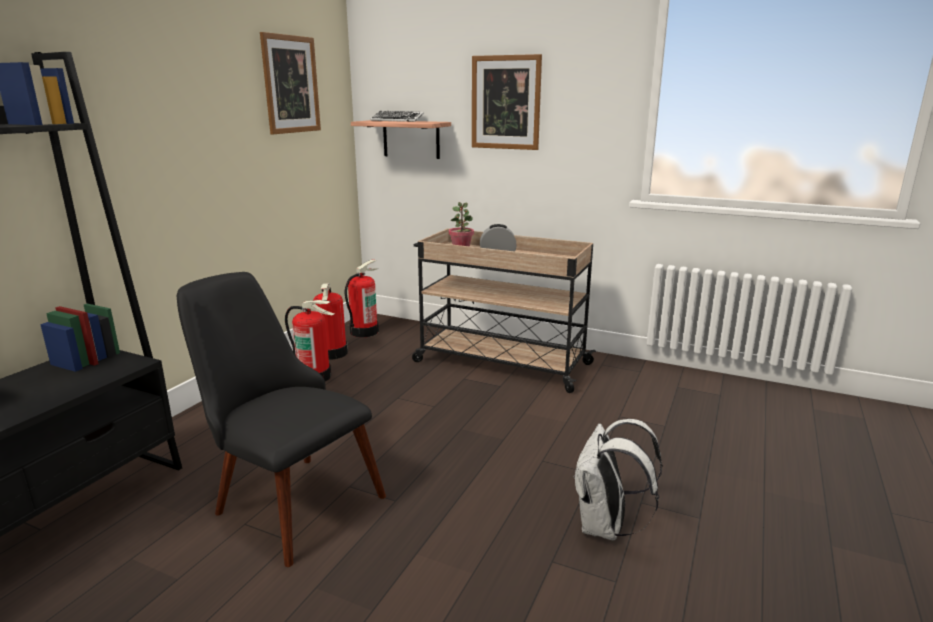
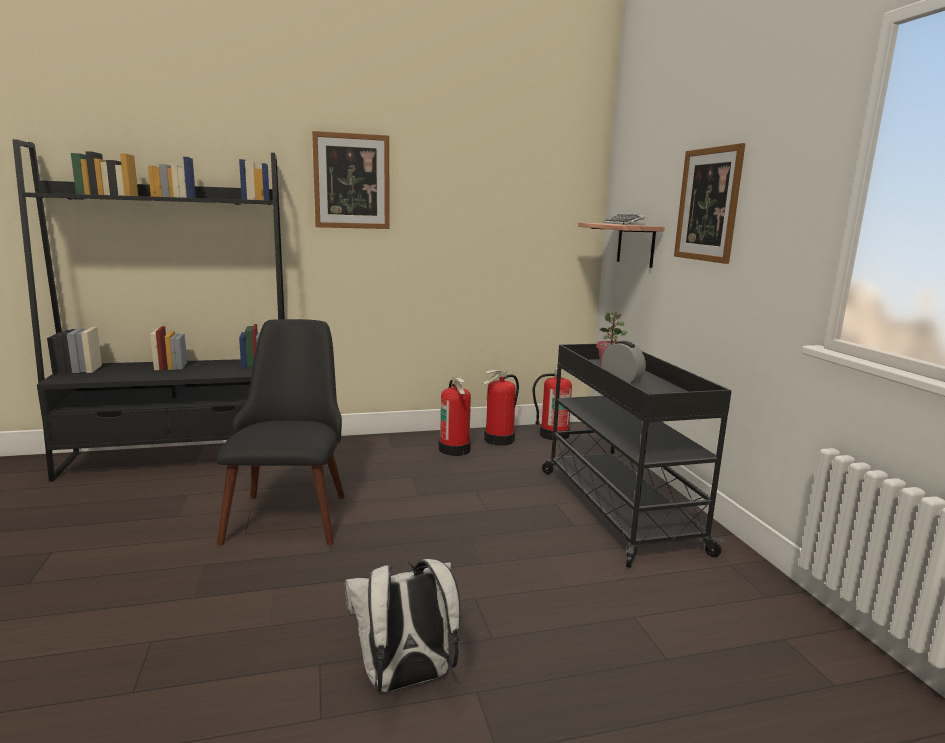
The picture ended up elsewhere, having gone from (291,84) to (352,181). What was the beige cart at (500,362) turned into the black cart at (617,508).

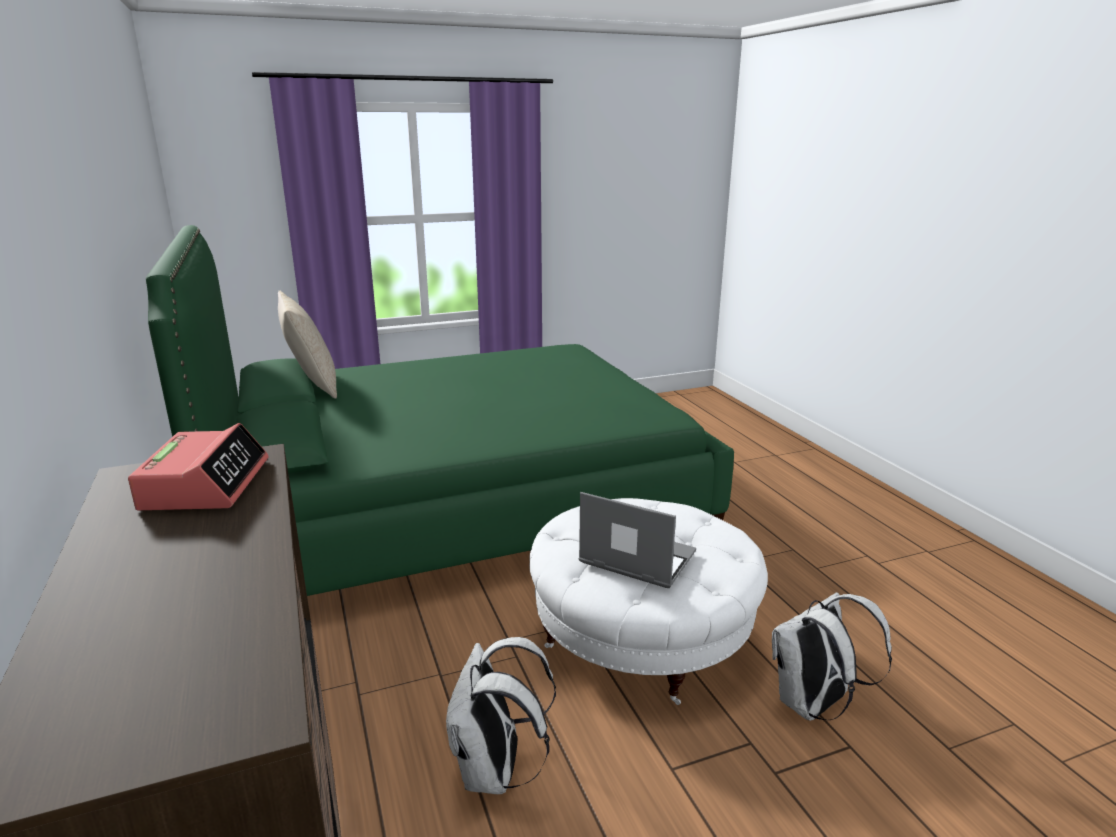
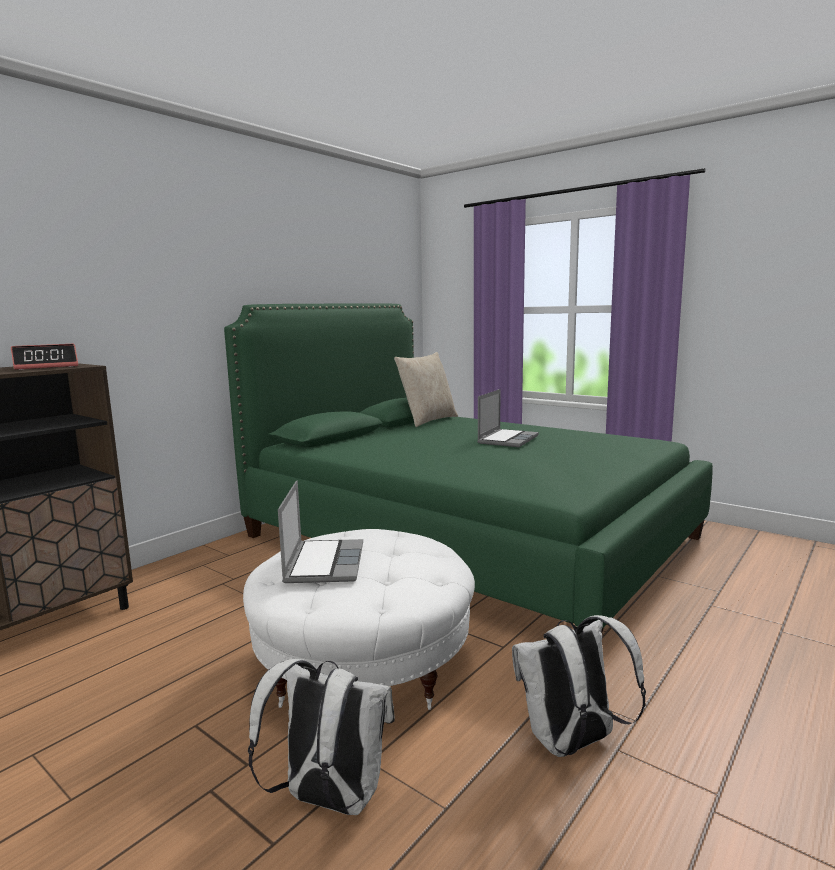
The second view gained the laptop at (507,439). The white backpack ended up elsewhere, having gone from (495,772) to (571,744).

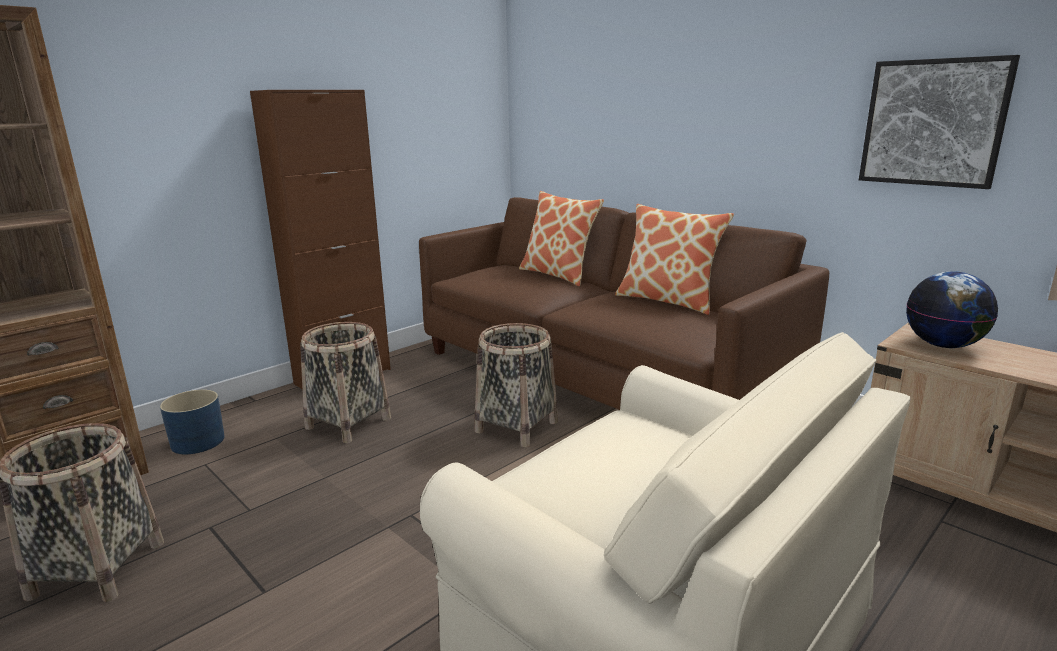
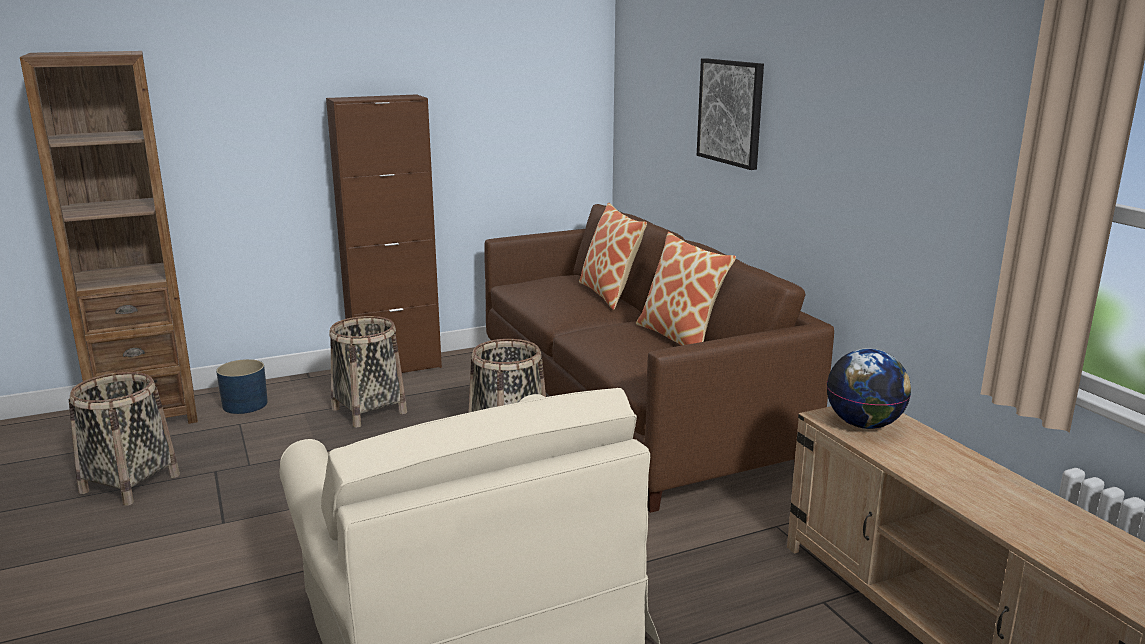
The picture ended up elsewhere, having gone from (933,123) to (731,112).

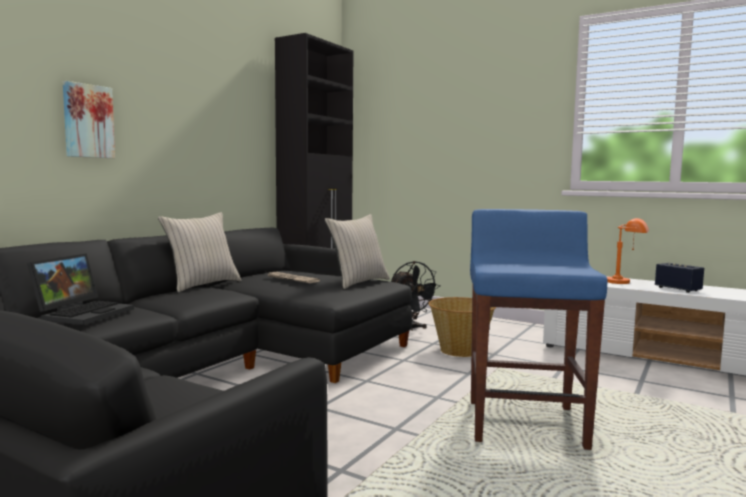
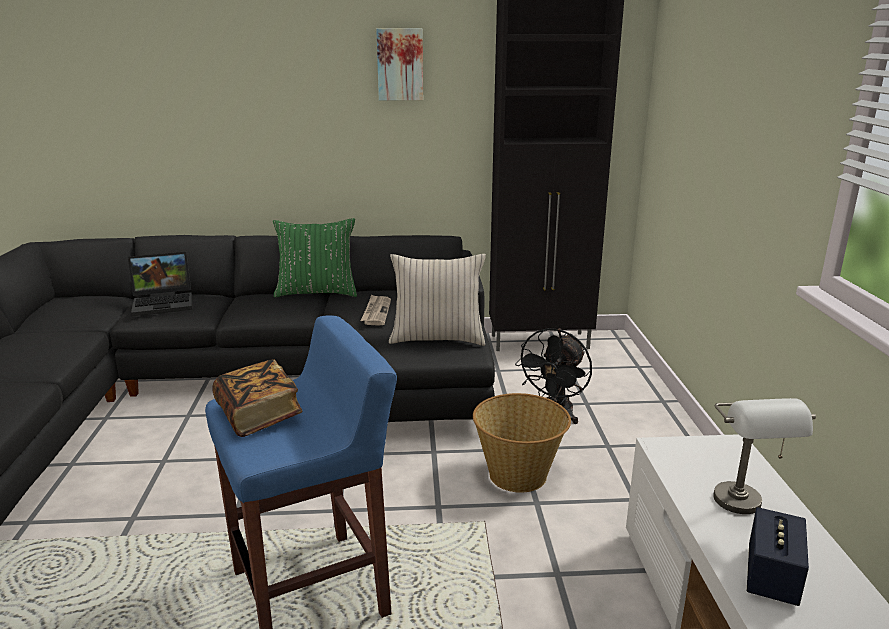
The second view gained the book at (259,415). The picture ended up elsewhere, having gone from (87,121) to (400,64). What was the beige pillow at (202,285) turned into the green pillow at (317,293). What was the orange table lamp at (626,282) turned into the grey table lamp at (746,510).

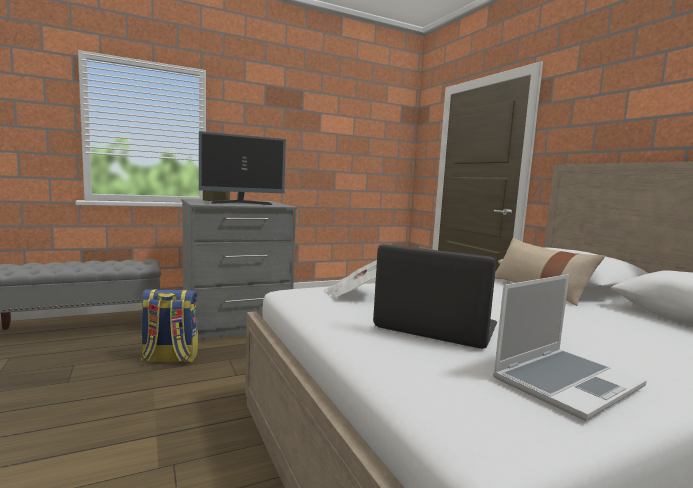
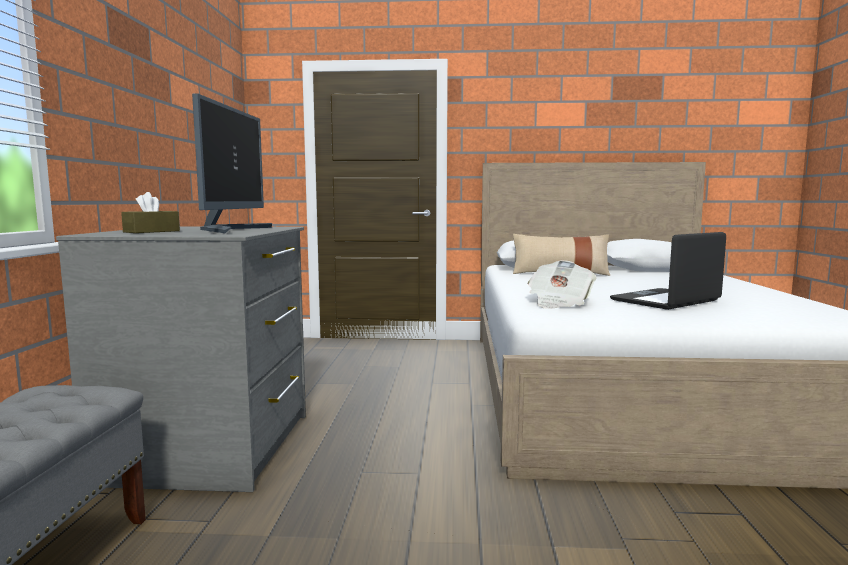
The second view lost the backpack at (169,359). The second view lost the laptop at (566,382).

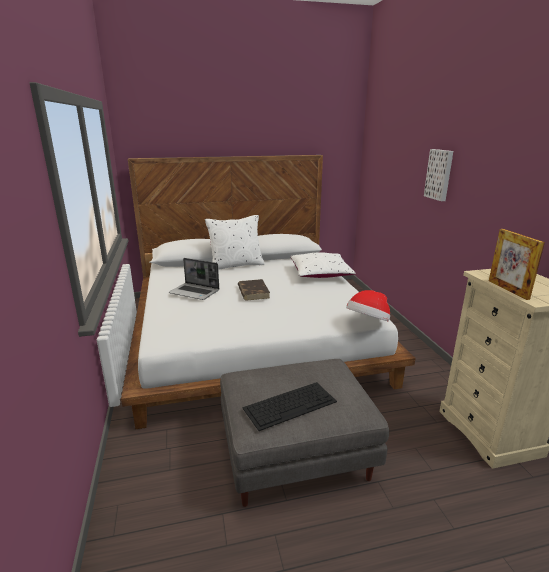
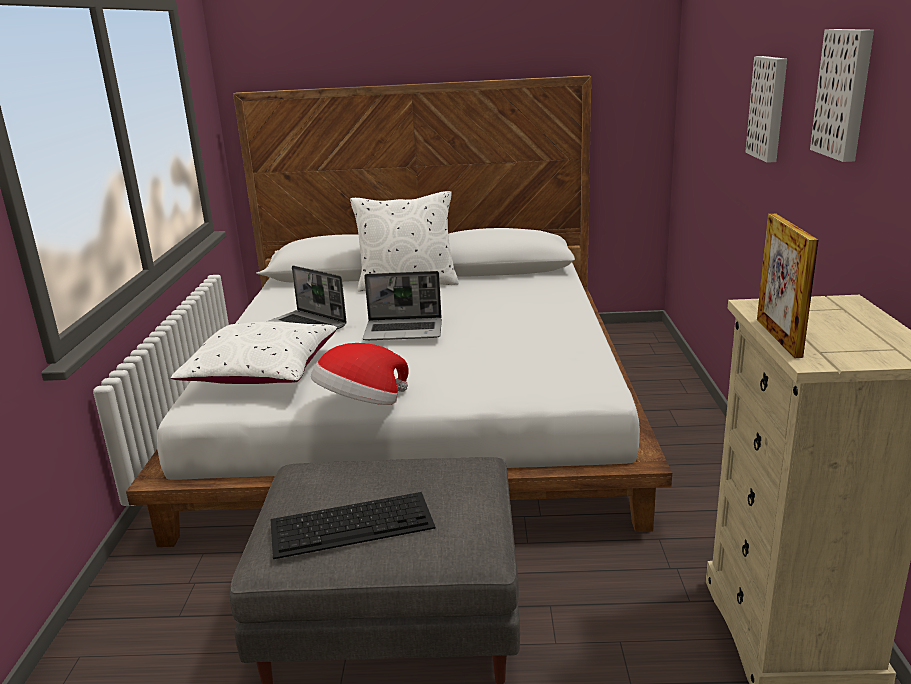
The second view gained the picture at (845,94). The white pillow ended up elsewhere, having gone from (320,274) to (262,372). The hat ended up elsewhere, having gone from (368,322) to (361,405). Where the brown book stood at (253,292), the laptop came to stand at (404,331).

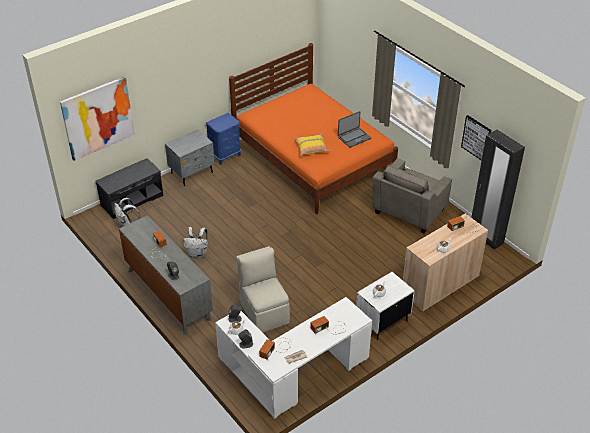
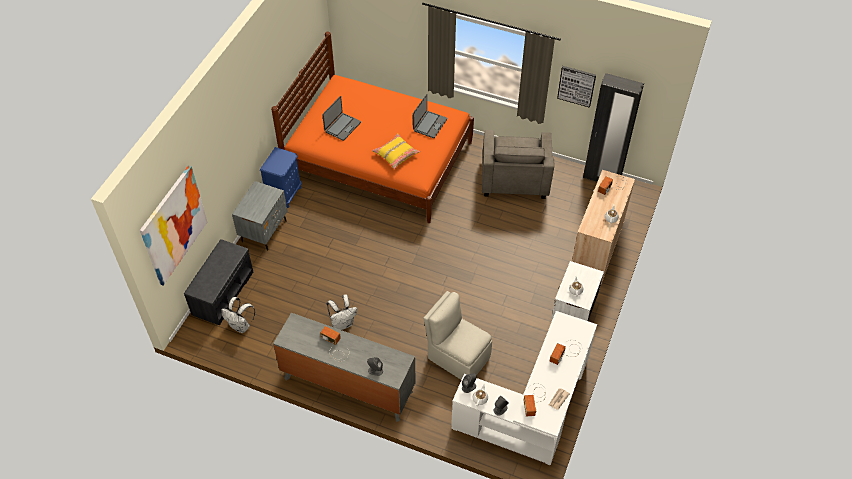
The second view gained the laptop at (342,127).

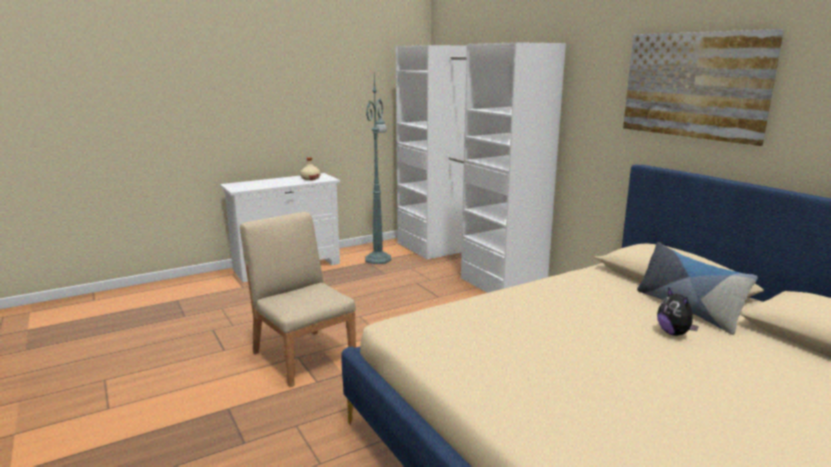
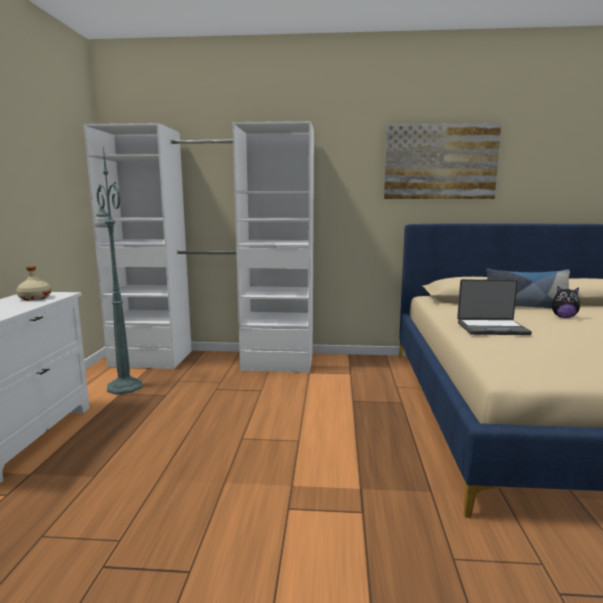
The second view lost the beige chair at (303,356). The second view gained the laptop at (492,328).

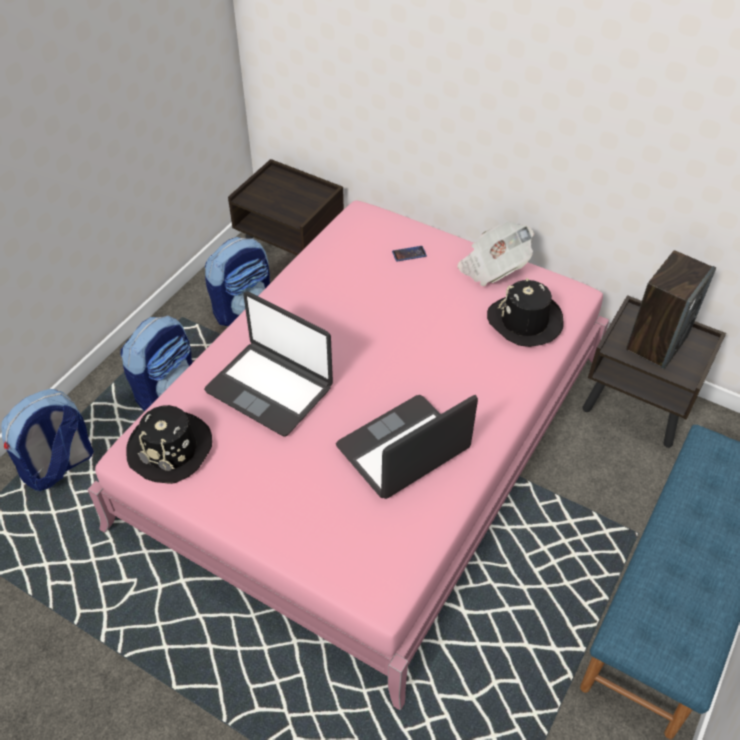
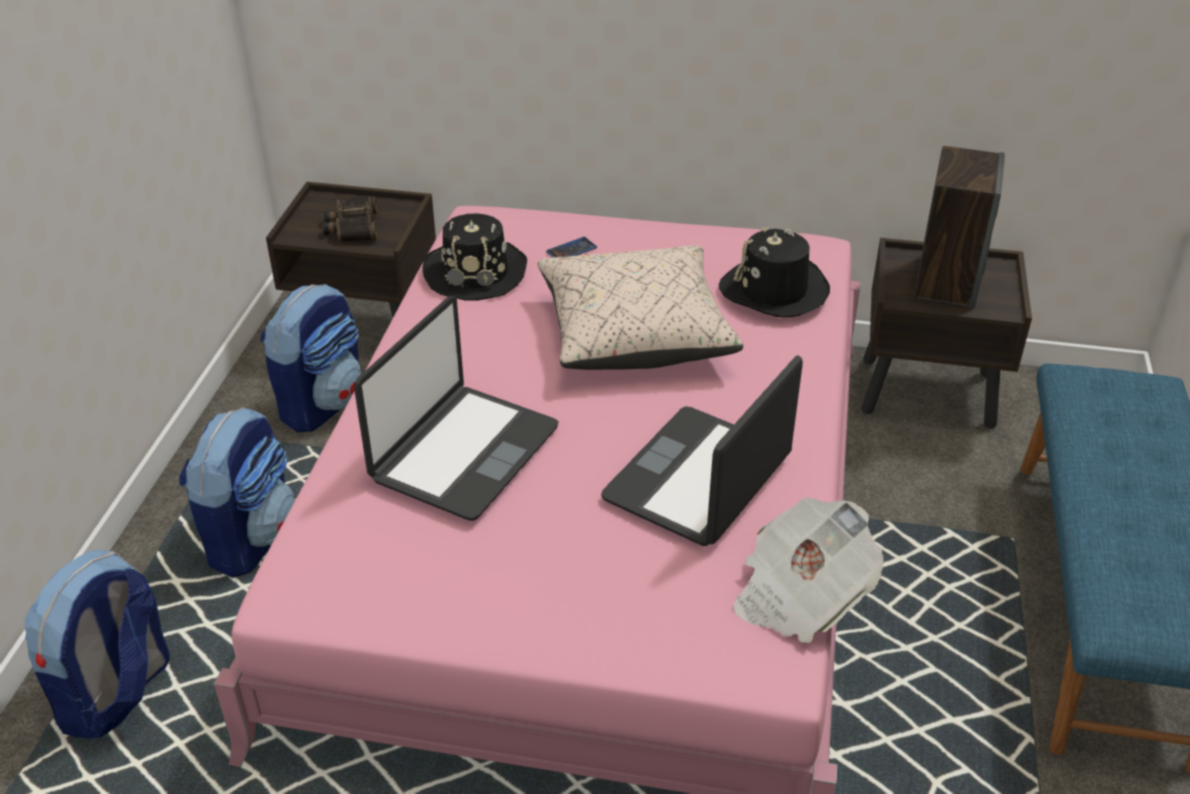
The second view gained the binoculars at (352,227). The second view gained the beige pillow at (635,333). The black hat ended up elsewhere, having gone from (171,448) to (476,272). The newspaper ended up elsewhere, having gone from (493,267) to (800,595). The laptop at (270,388) ended up facing another way, 75 degrees counterclockwise from before.

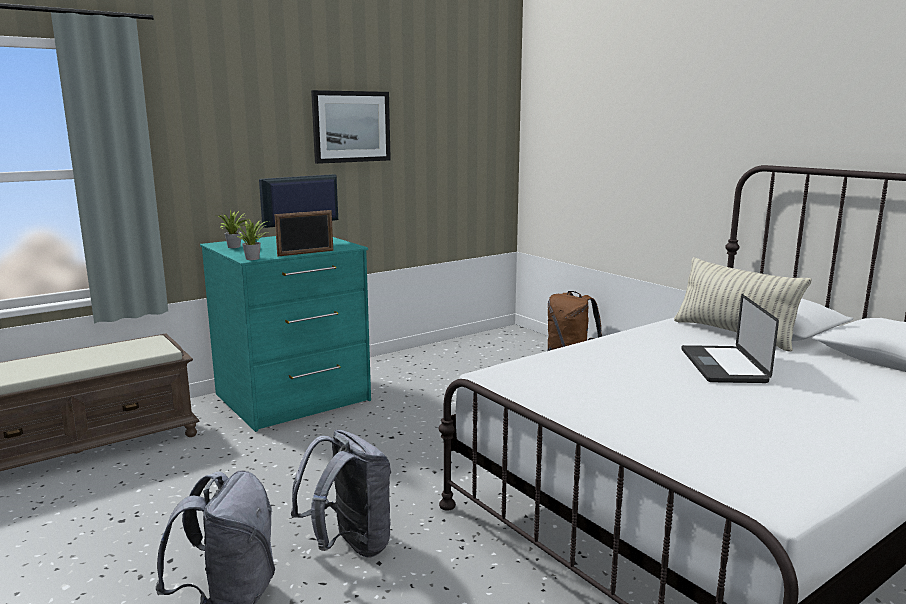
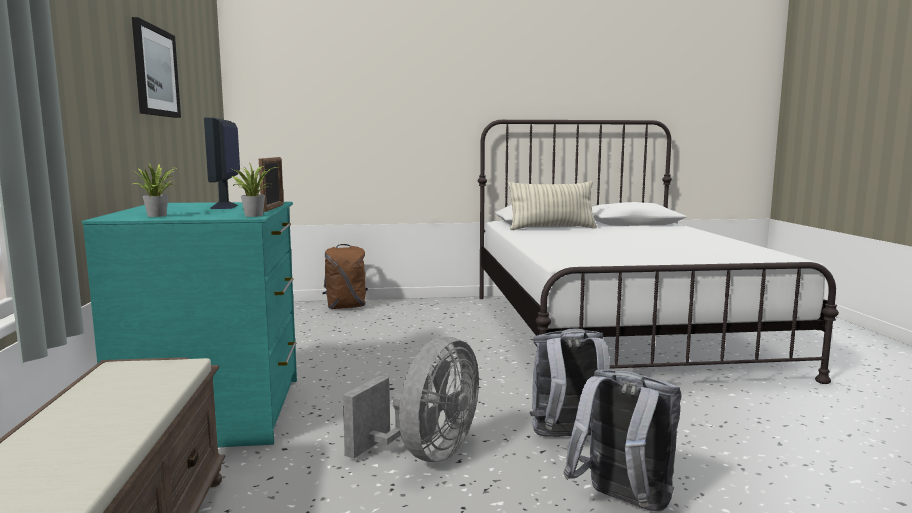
The second view lost the laptop at (723,366). The second view gained the grey fan at (425,454).

